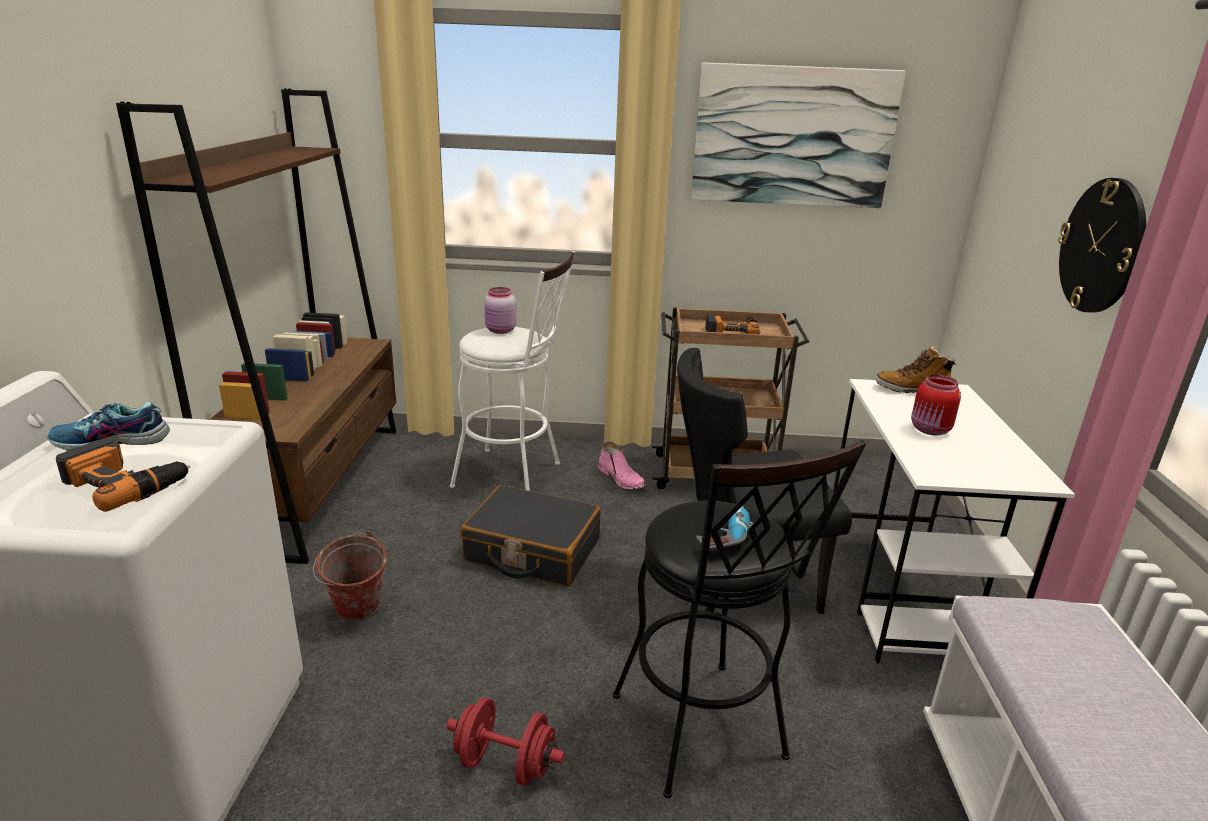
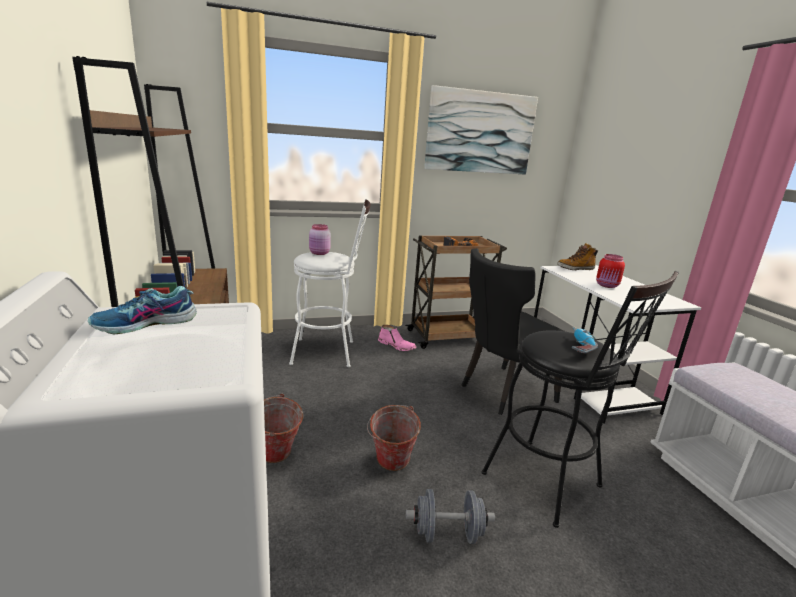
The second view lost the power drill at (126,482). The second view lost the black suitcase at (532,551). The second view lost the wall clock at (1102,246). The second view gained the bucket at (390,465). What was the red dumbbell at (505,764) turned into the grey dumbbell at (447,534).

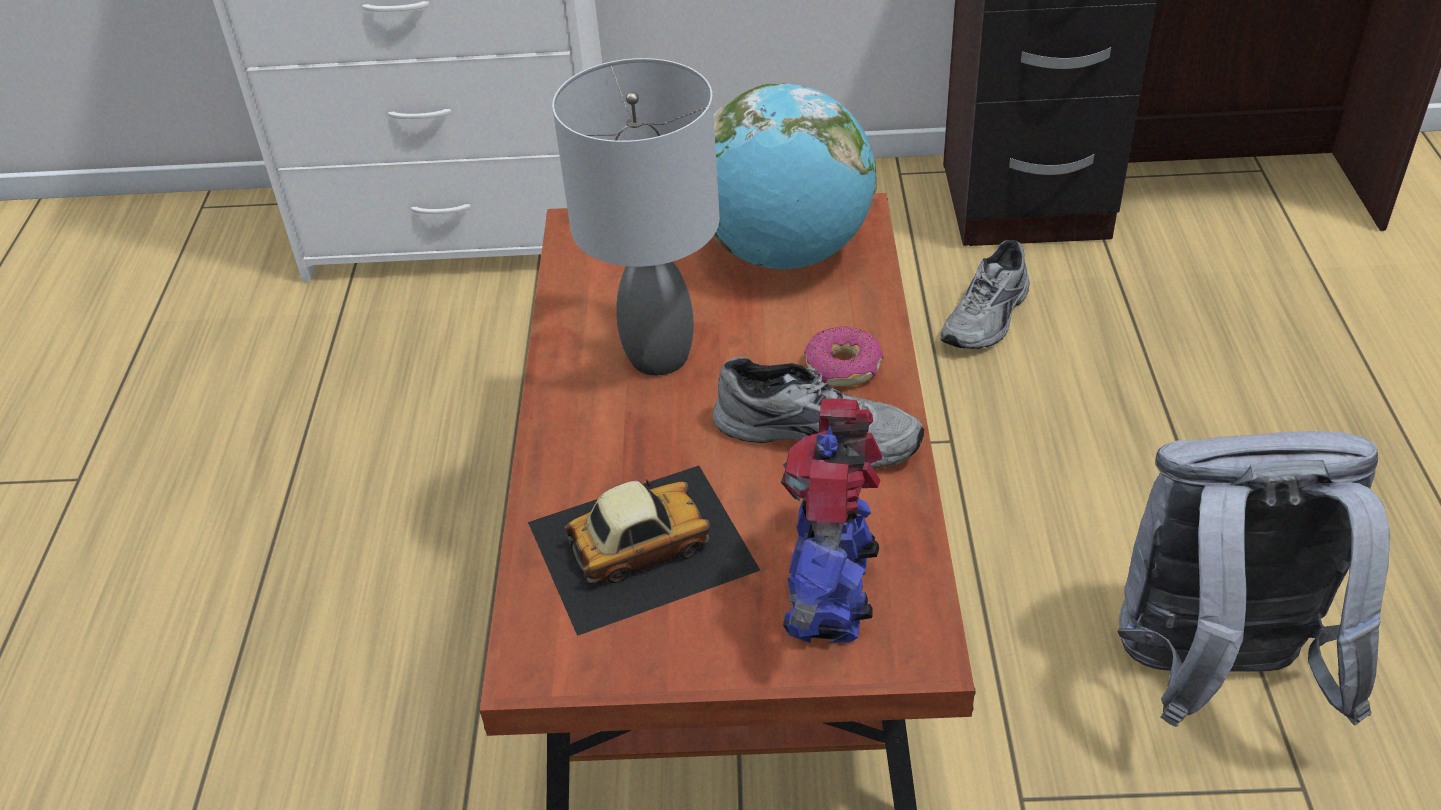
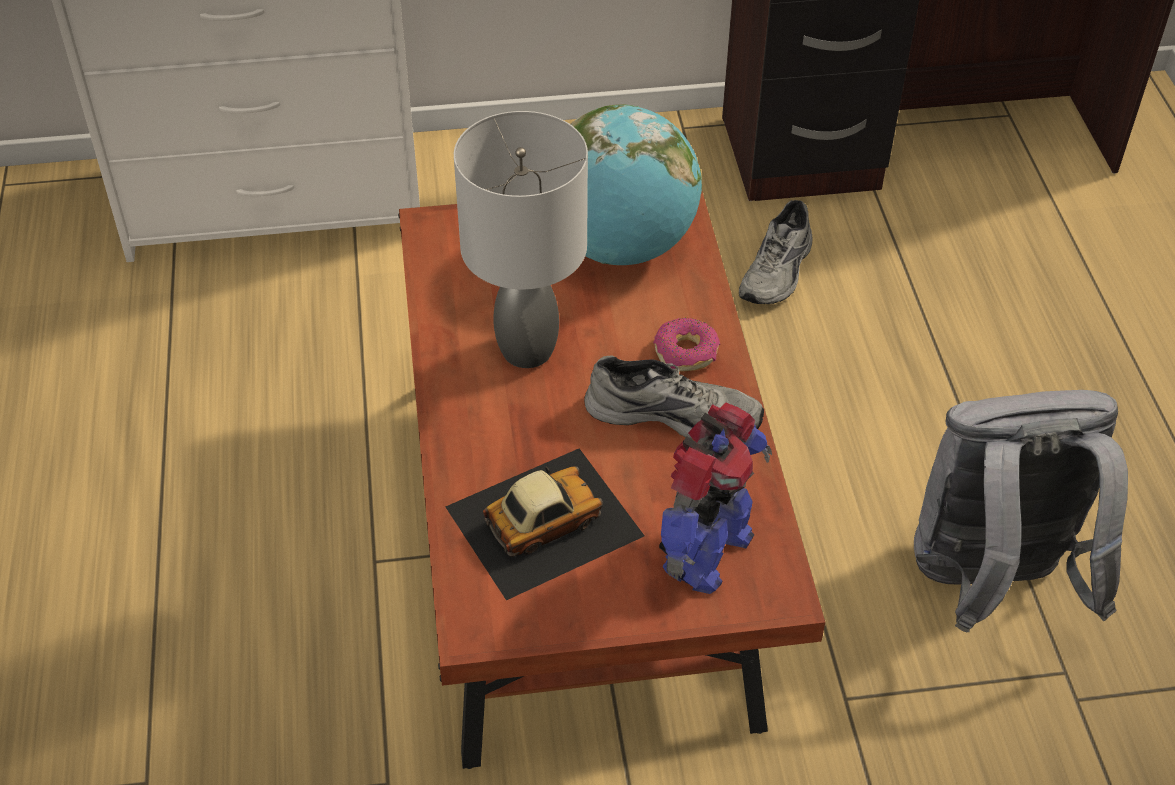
The toy robot at (831,595) ended up facing another way, 150 degrees counterclockwise from before.

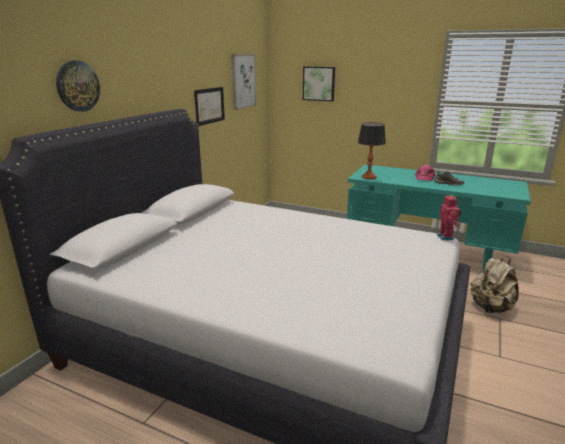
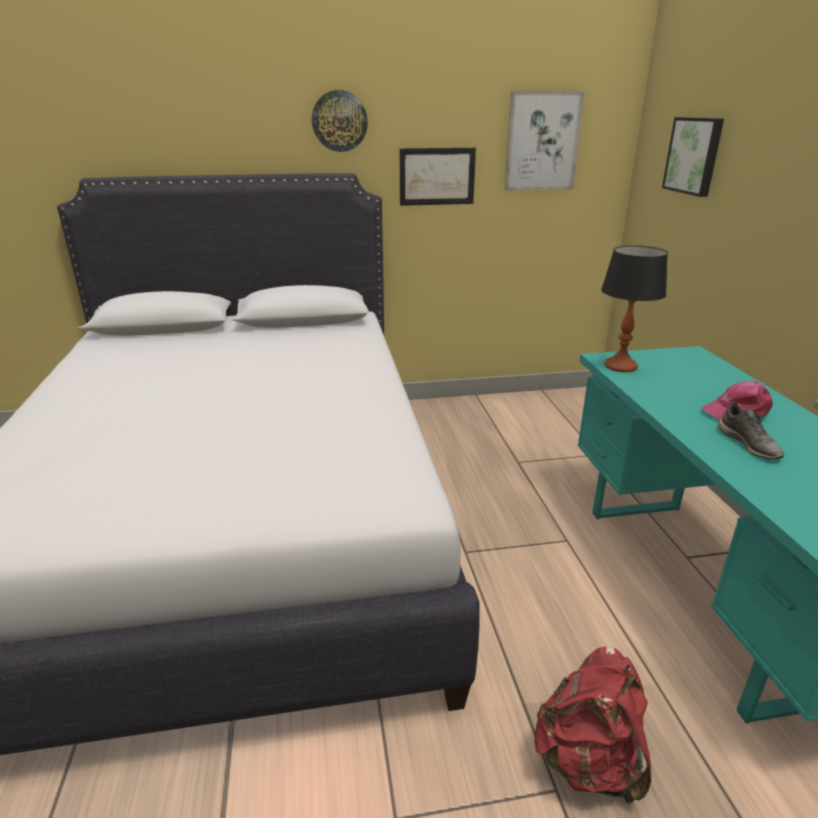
The second view lost the toy robot at (446,237). The wall clock ended up elsewhere, having gone from (77,86) to (339,121). What was the beige backpack at (491,308) turned into the red backpack at (588,761).

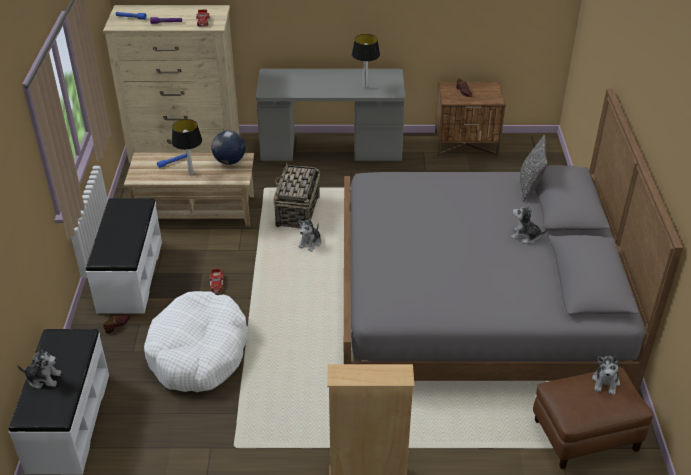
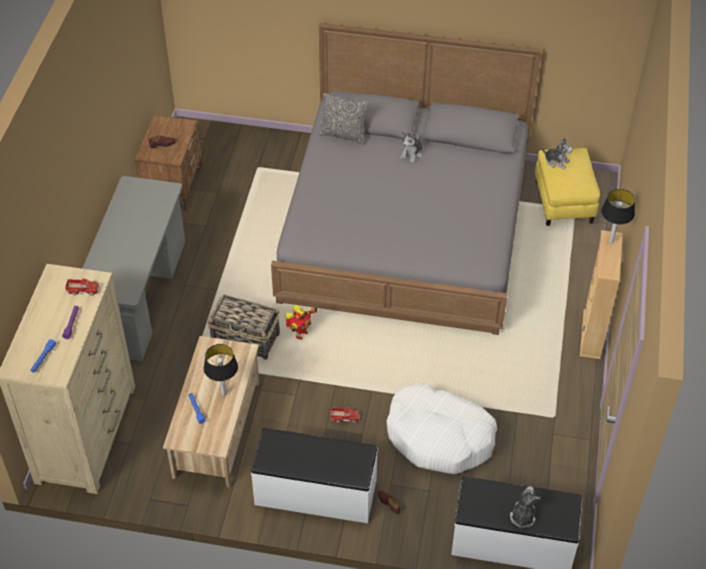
The second view lost the globe at (229,161). The table lamp ended up elsewhere, having gone from (365,87) to (611,241). Where the plush toy stood at (310,243), the toy robot came to stand at (300,334). What was the brown ottoman at (585,434) turned into the yellow ottoman at (563,202).

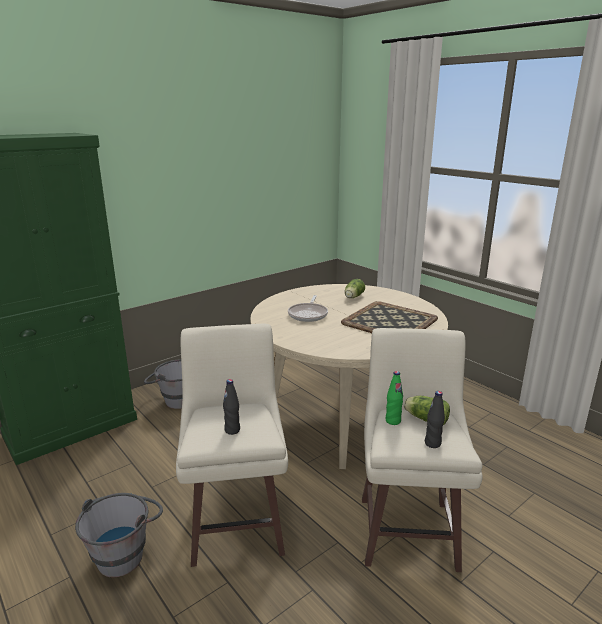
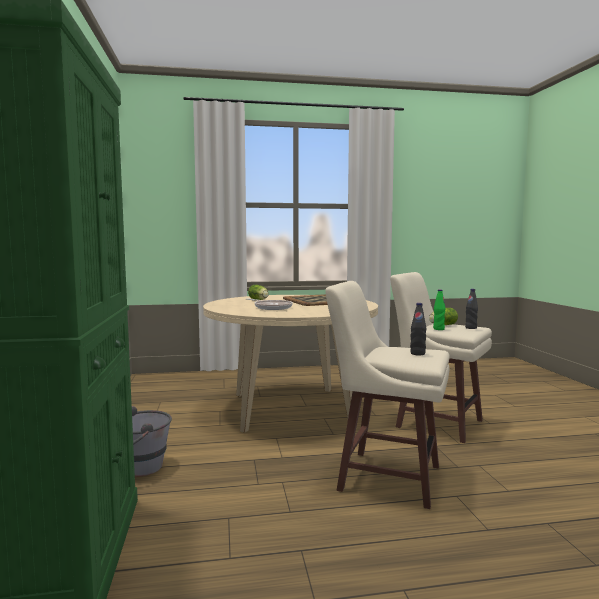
The second view lost the grey bucket at (125,551).

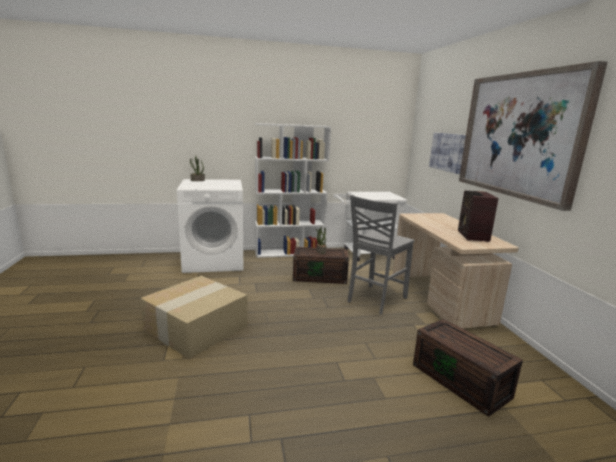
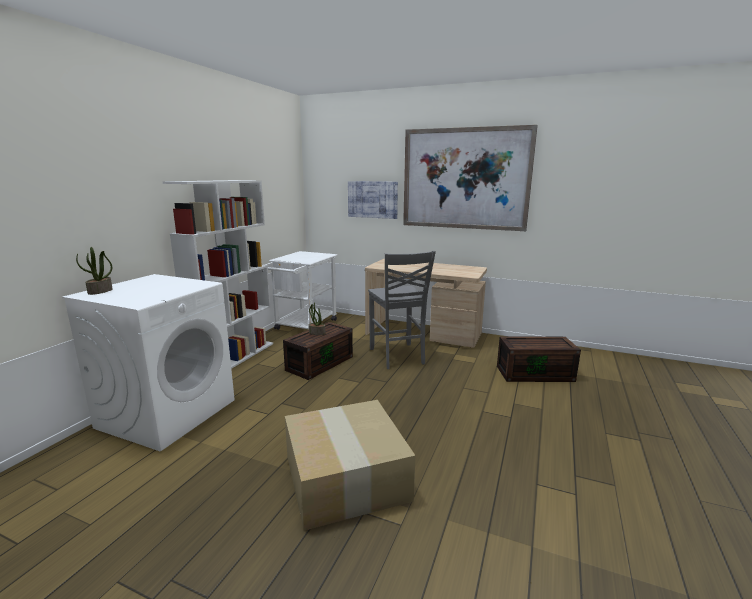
The second view lost the radio at (472,236).

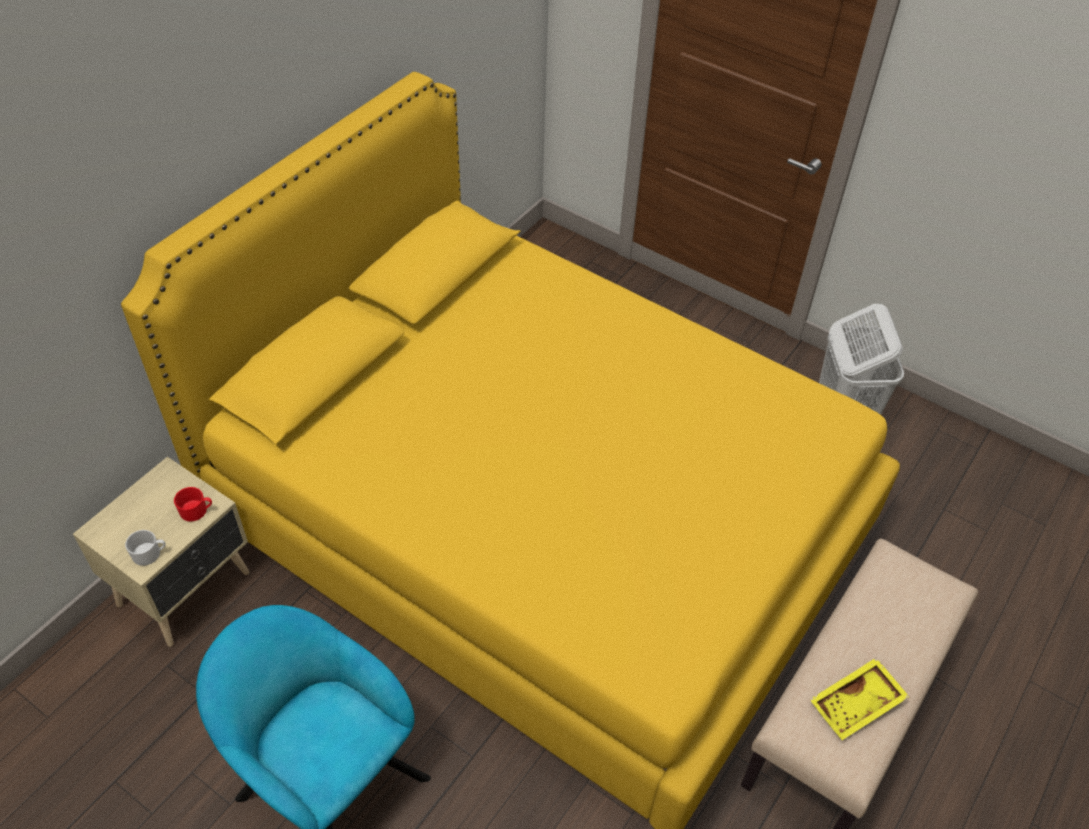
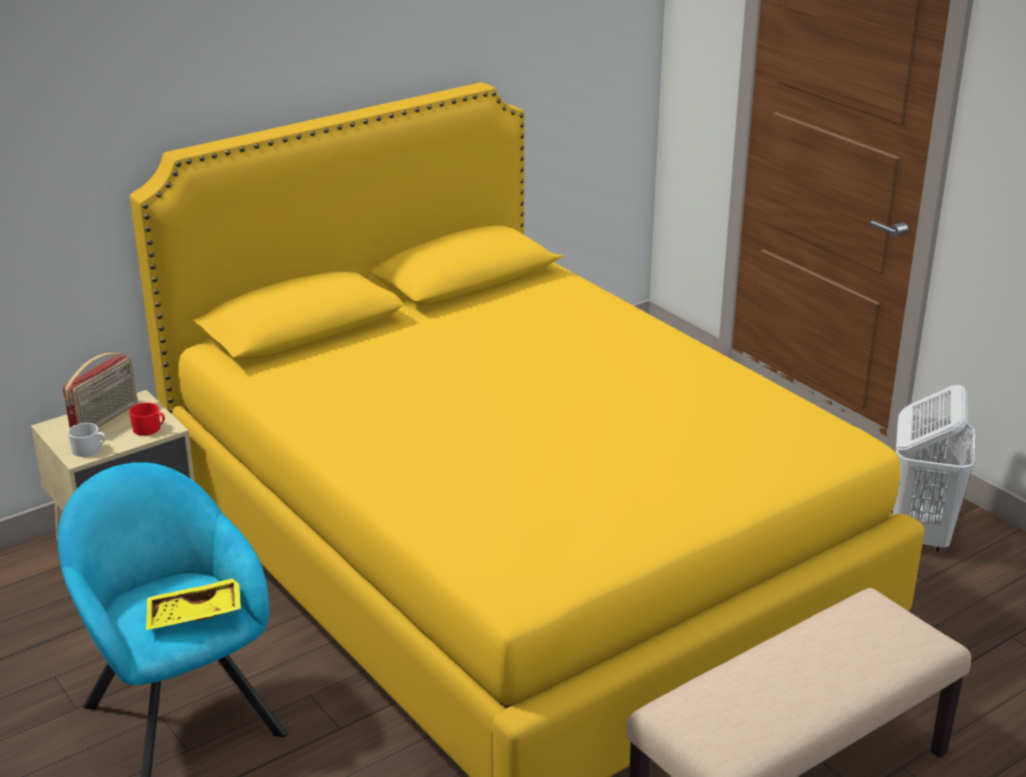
The second view gained the radio at (105,419). The yellow tray ended up elsewhere, having gone from (857,705) to (194,616).

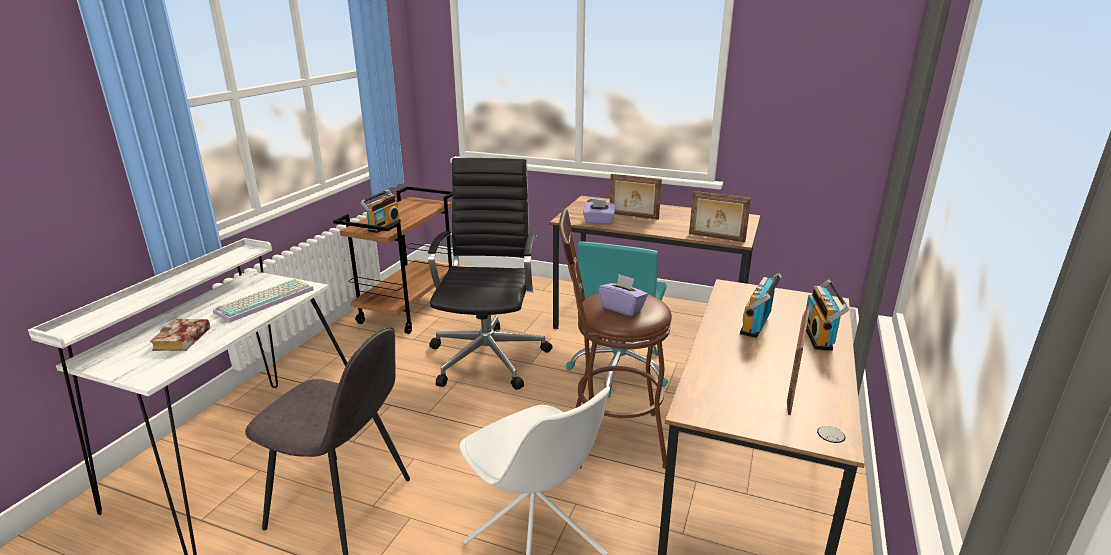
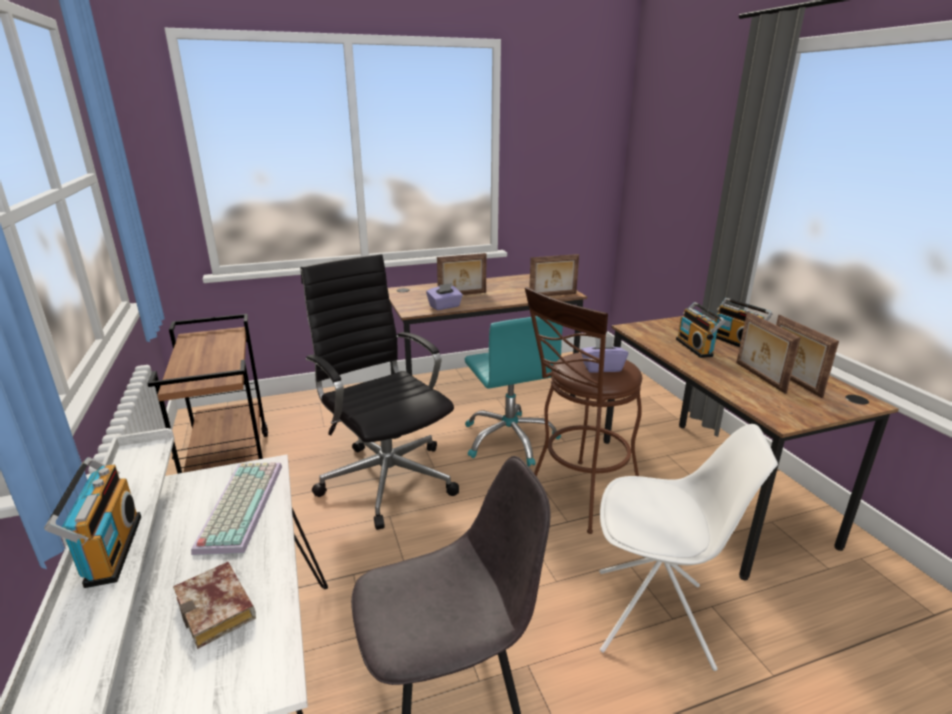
The second view gained the picture frame at (758,377). The radio ended up elsewhere, having gone from (383,226) to (109,550).

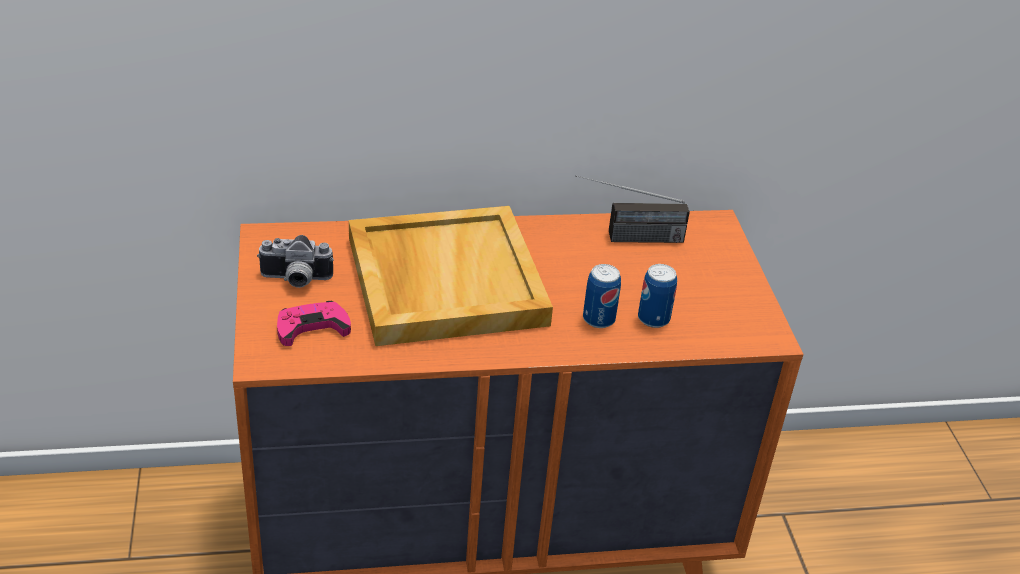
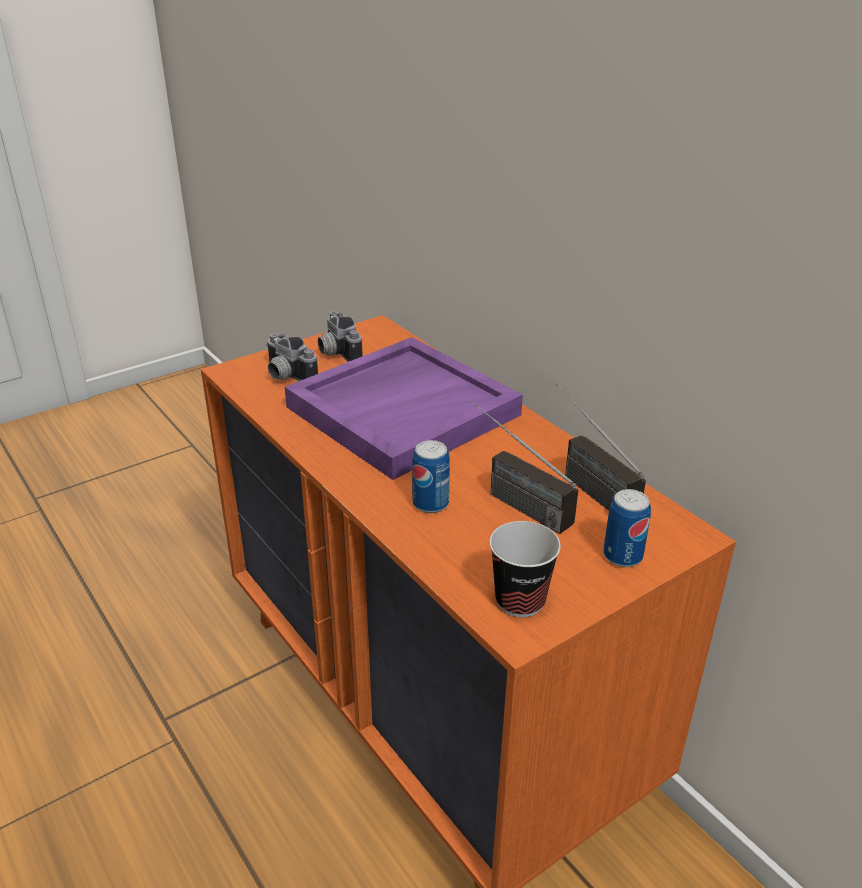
The second view gained the radio at (510,499). The second view gained the cup at (520,601). The can ended up elsewhere, having gone from (653,318) to (622,556). Where the pink game controller stood at (312,327), the photo camera came to stand at (286,376). What was the beige tray at (444,280) turned into the purple tray at (403,410).

